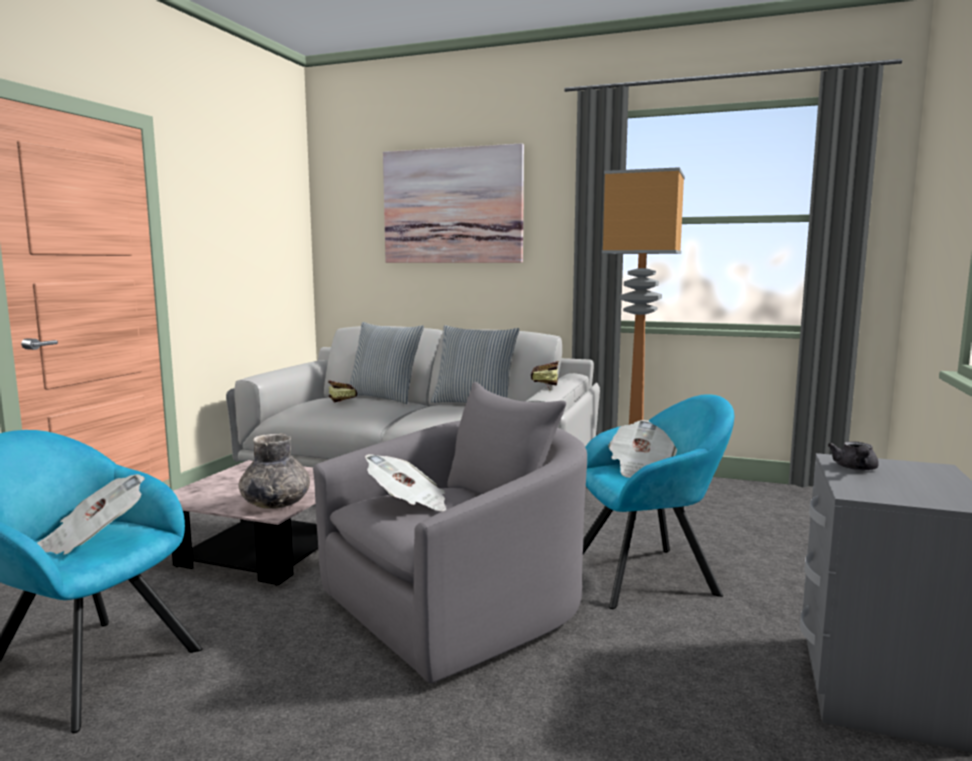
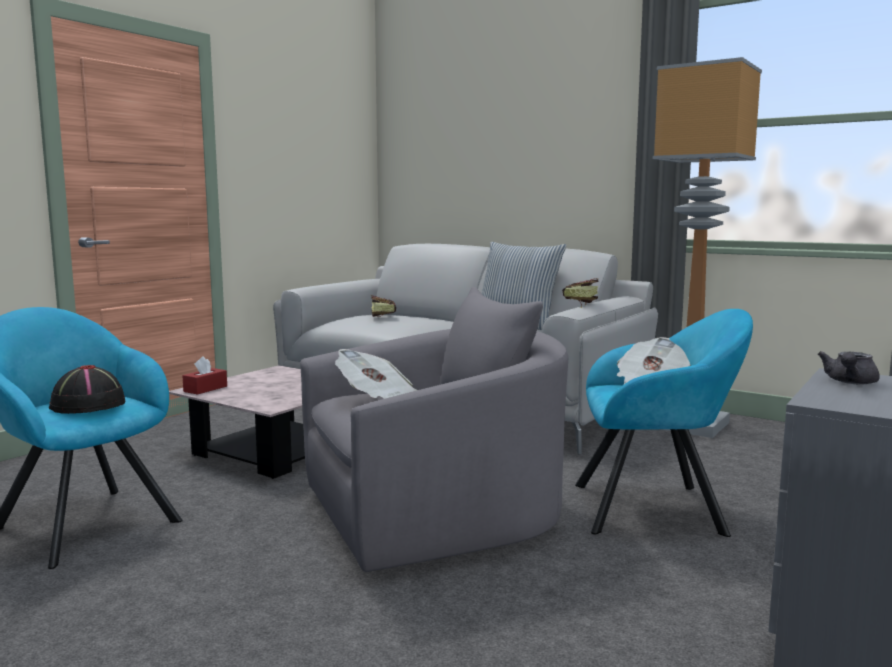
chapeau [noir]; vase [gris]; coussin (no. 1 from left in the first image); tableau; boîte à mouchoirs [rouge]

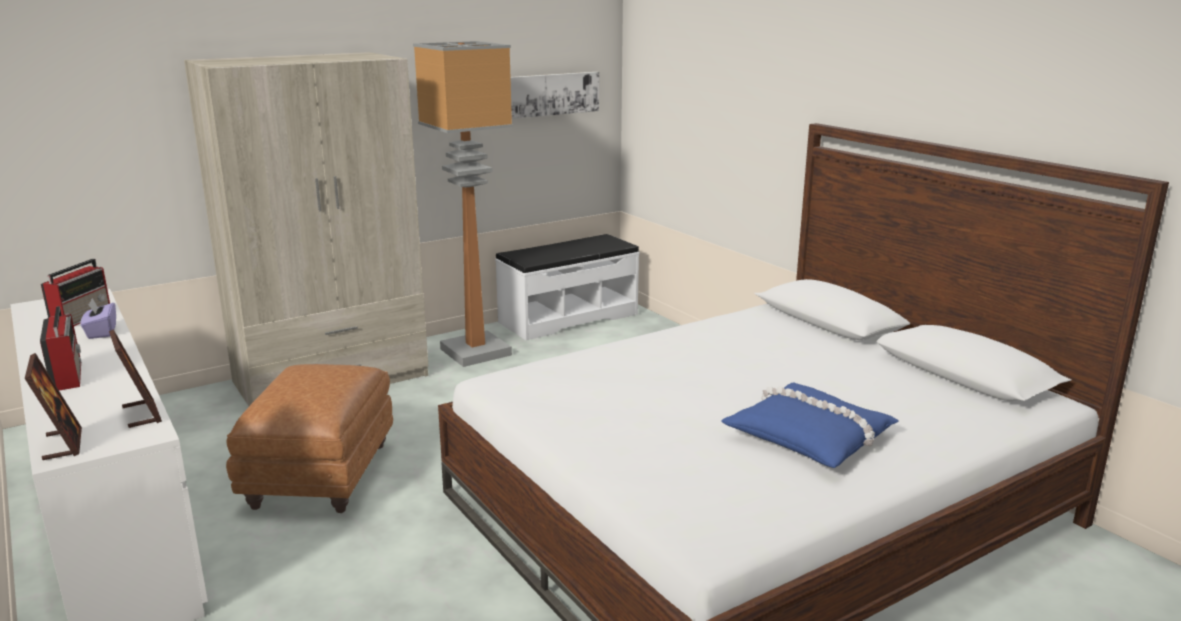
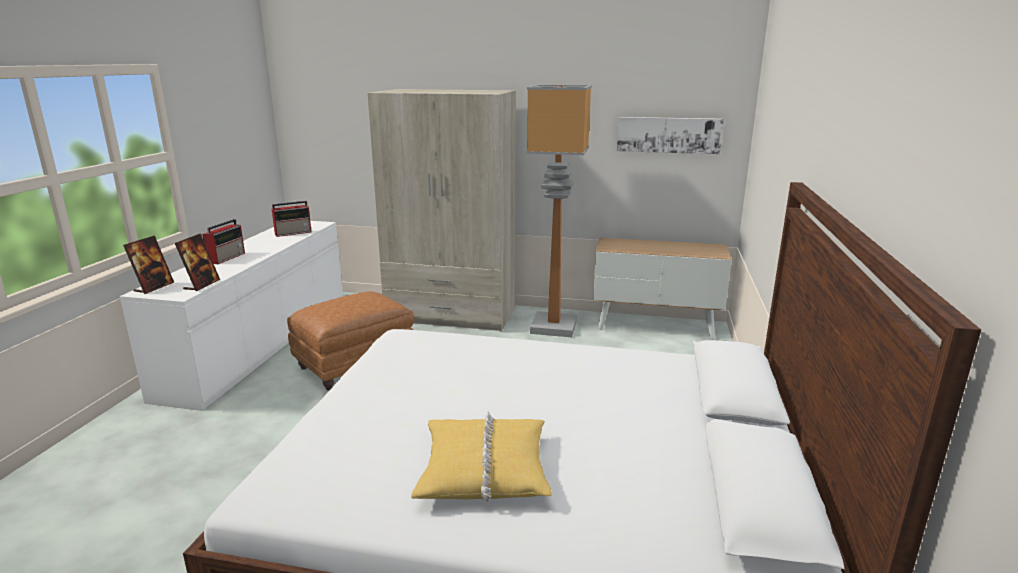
boîte à mouchoirs [violet]; meuble de rangement; coussin [jaune]

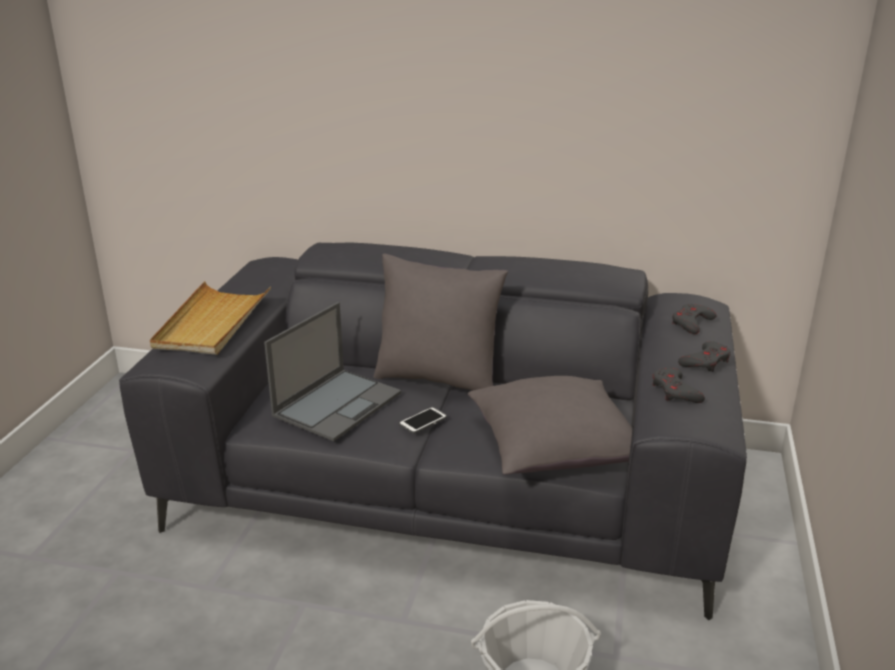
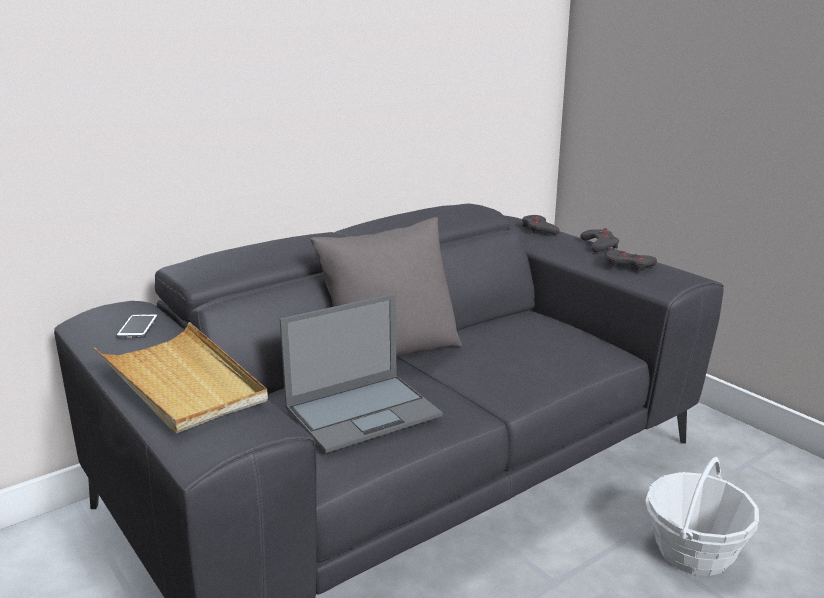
ordinateur portable; téléphone; coussin [gris] (no. 2 from left in the first image)

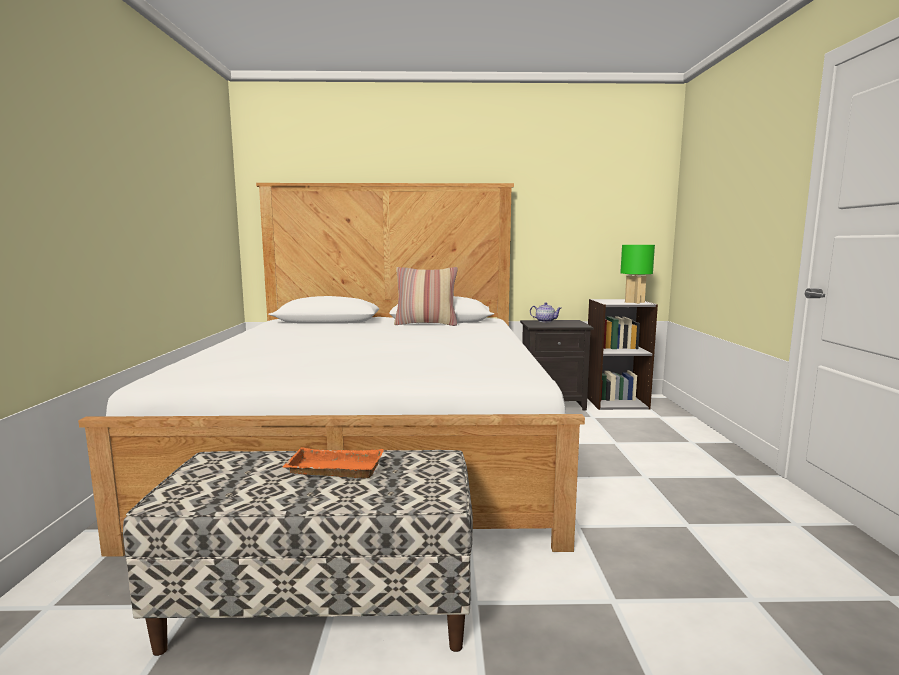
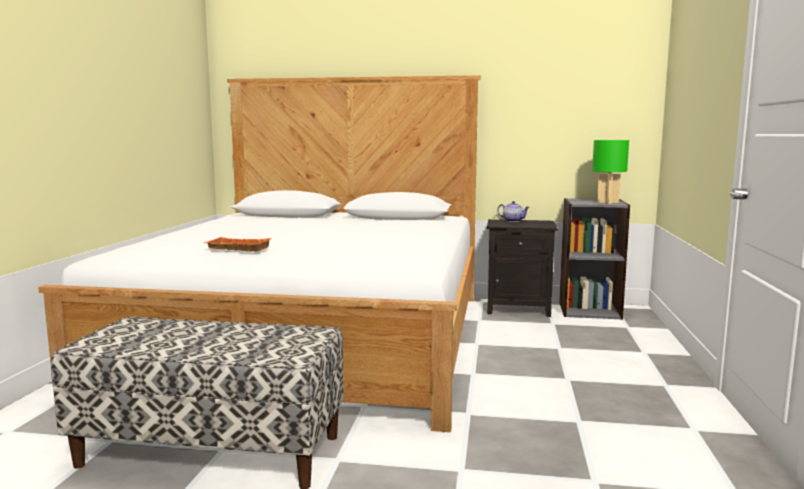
plateau [orange]; coussin

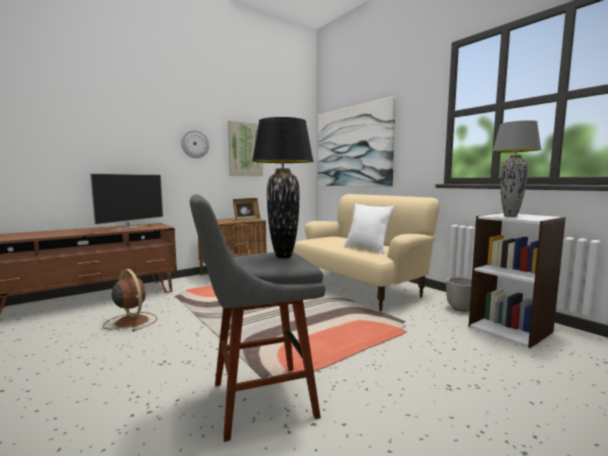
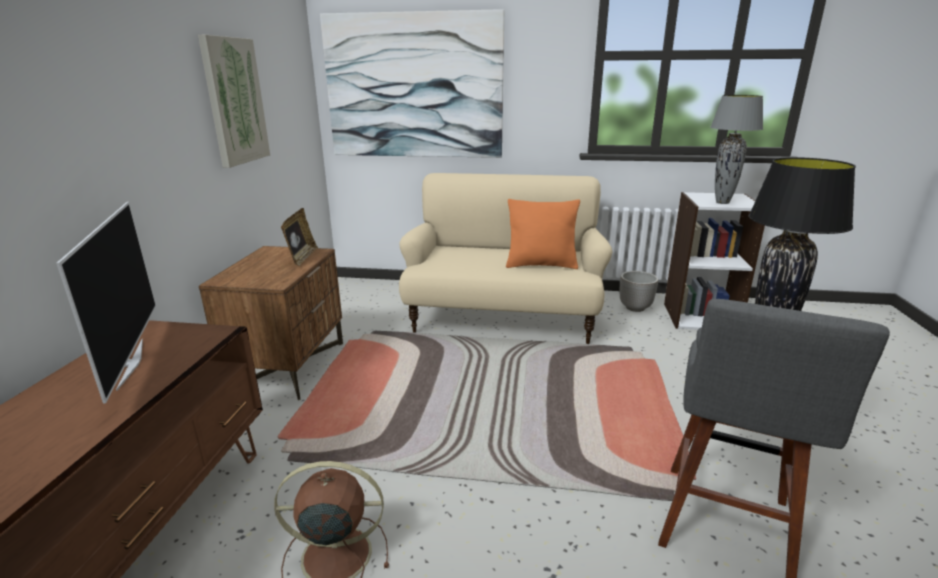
horloge murale; coussin [orange]

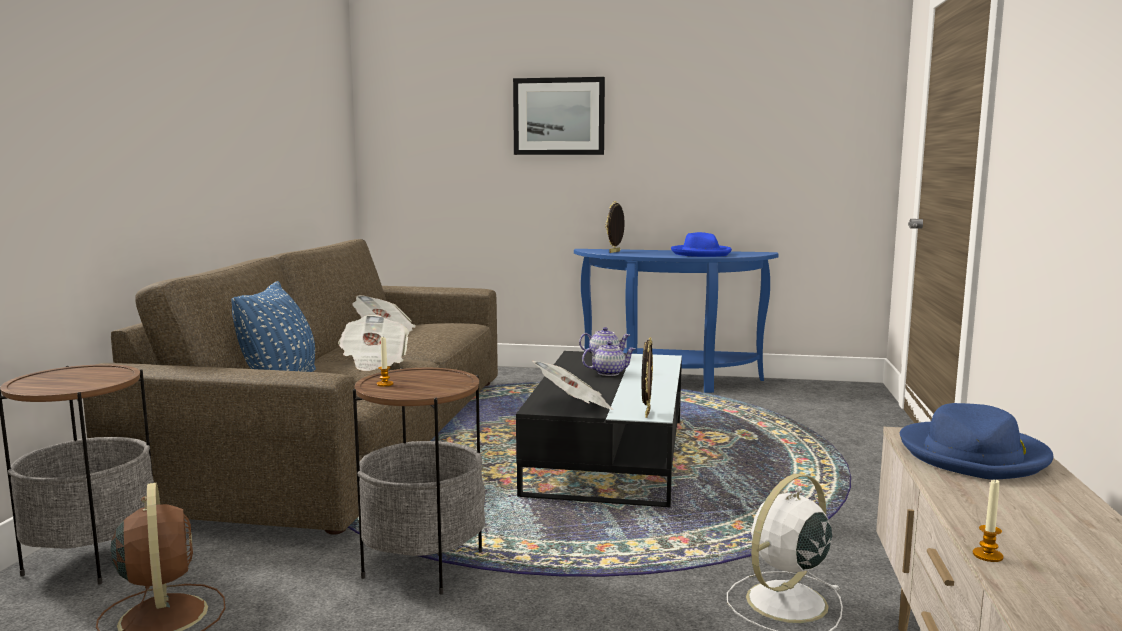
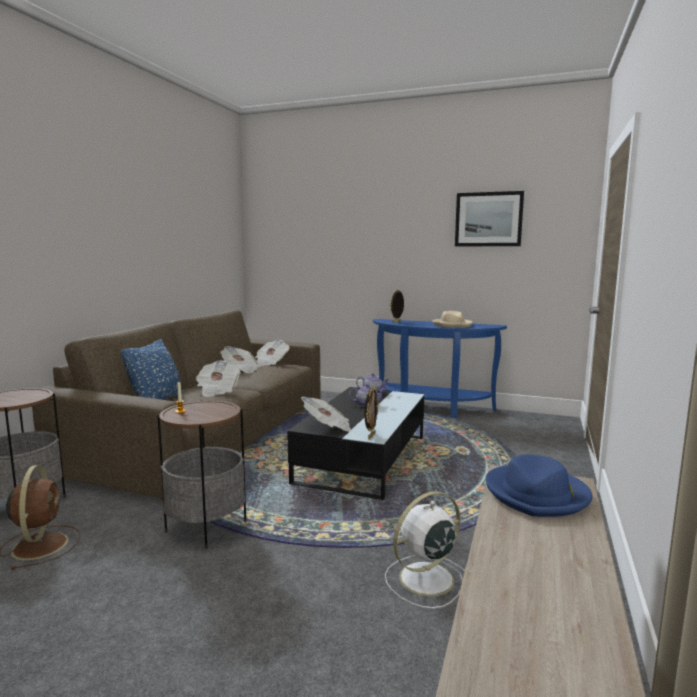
tableau; chapeau [beige]; bougie (no. 2 from left in the first image); journal (no. 3 from left)

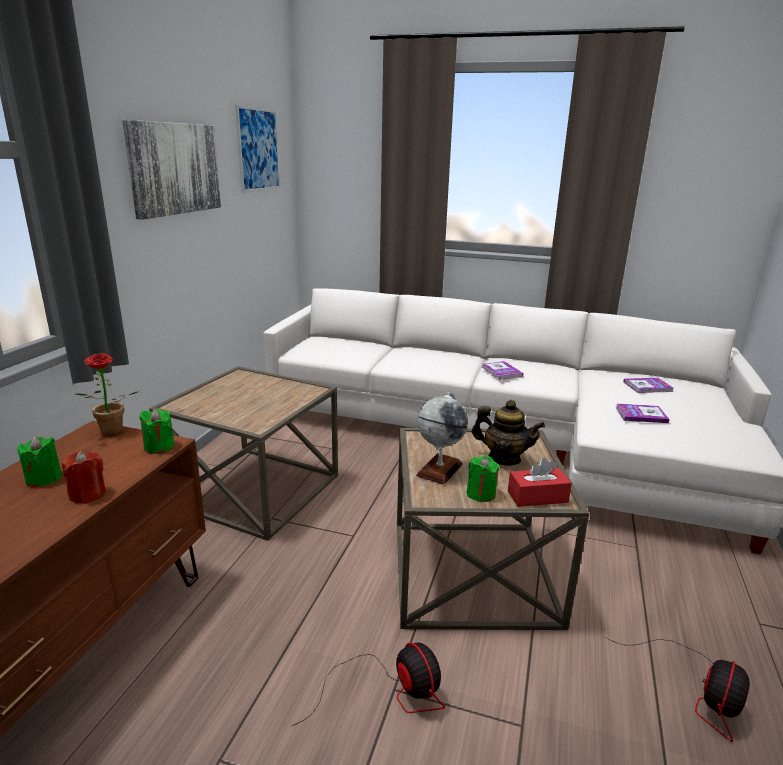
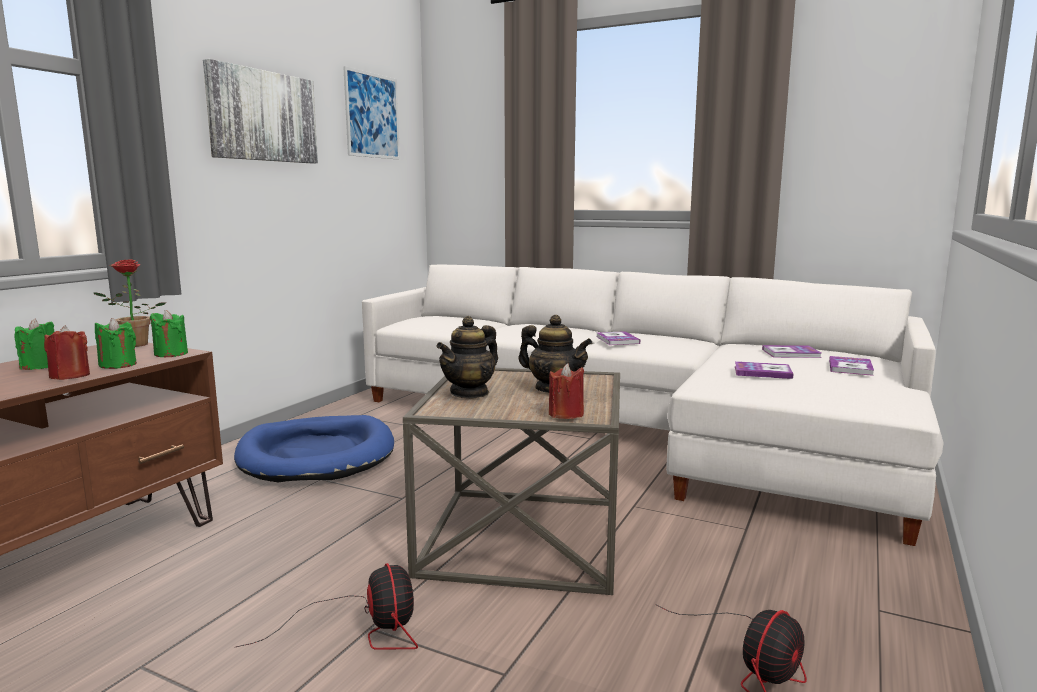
panier pour chien [bleu]; théière (no. 1 from left); bougie [vert] (no. 2 from left); bougie [rouge] (no. 2 from left); livre (no. 4 from left)

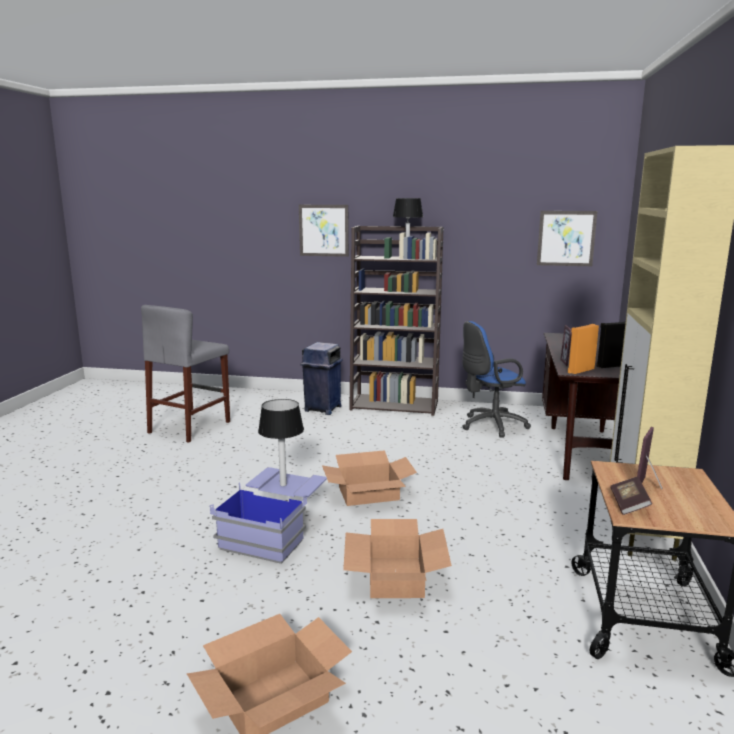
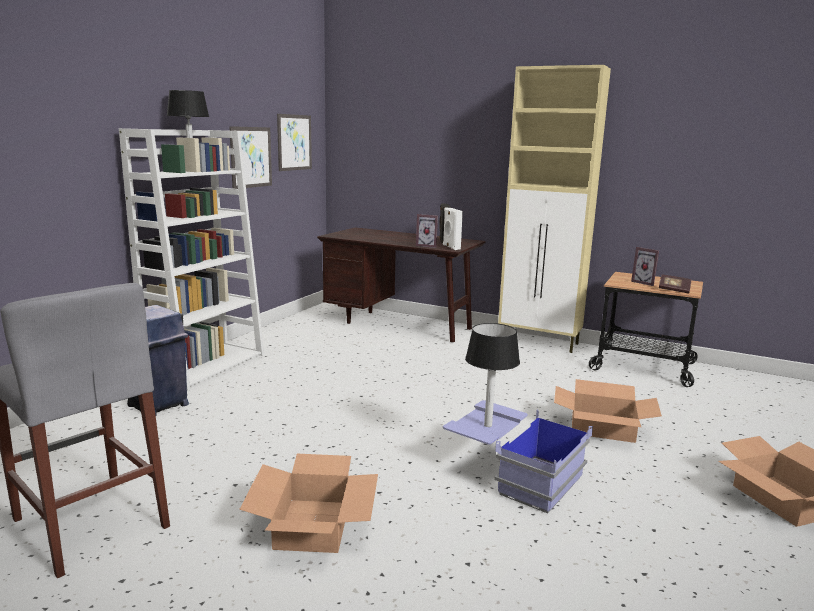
tableau (no. 1 from left); carton (no. 1 from left); bibliothèque [blanc]; chaise de bureau [bleu]; enceinte [blanc]

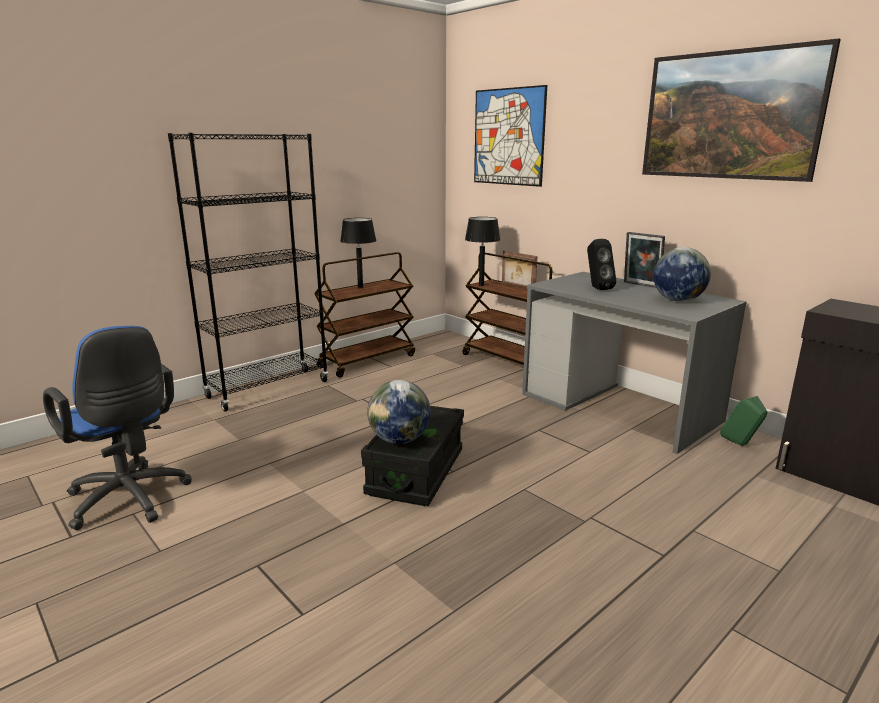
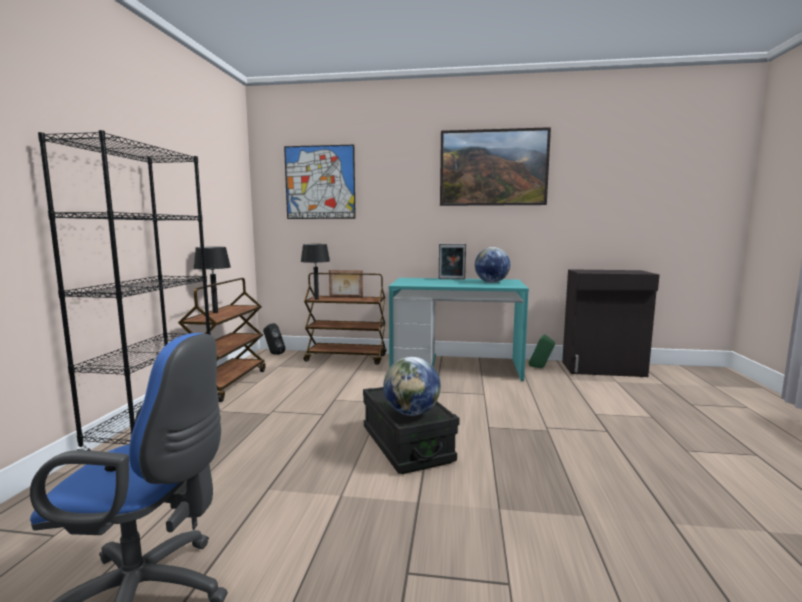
bureau [turquoise]; enceinte [noir]

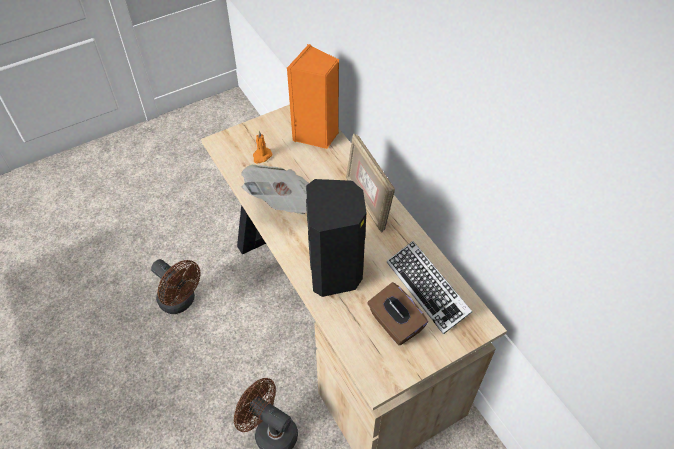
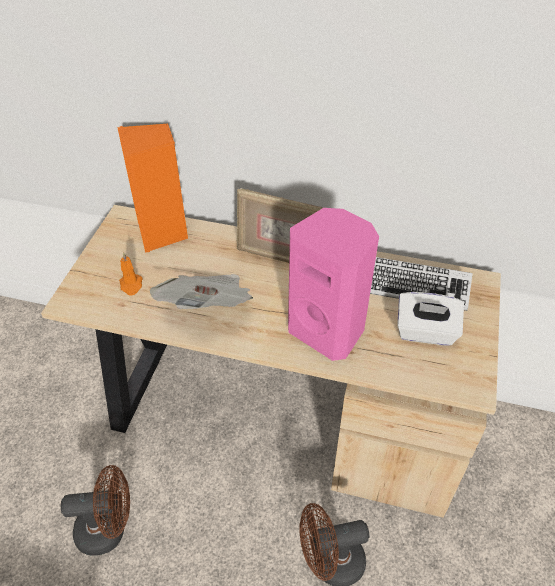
enceinte [rose]; boîte à mouchoirs [blanc]

